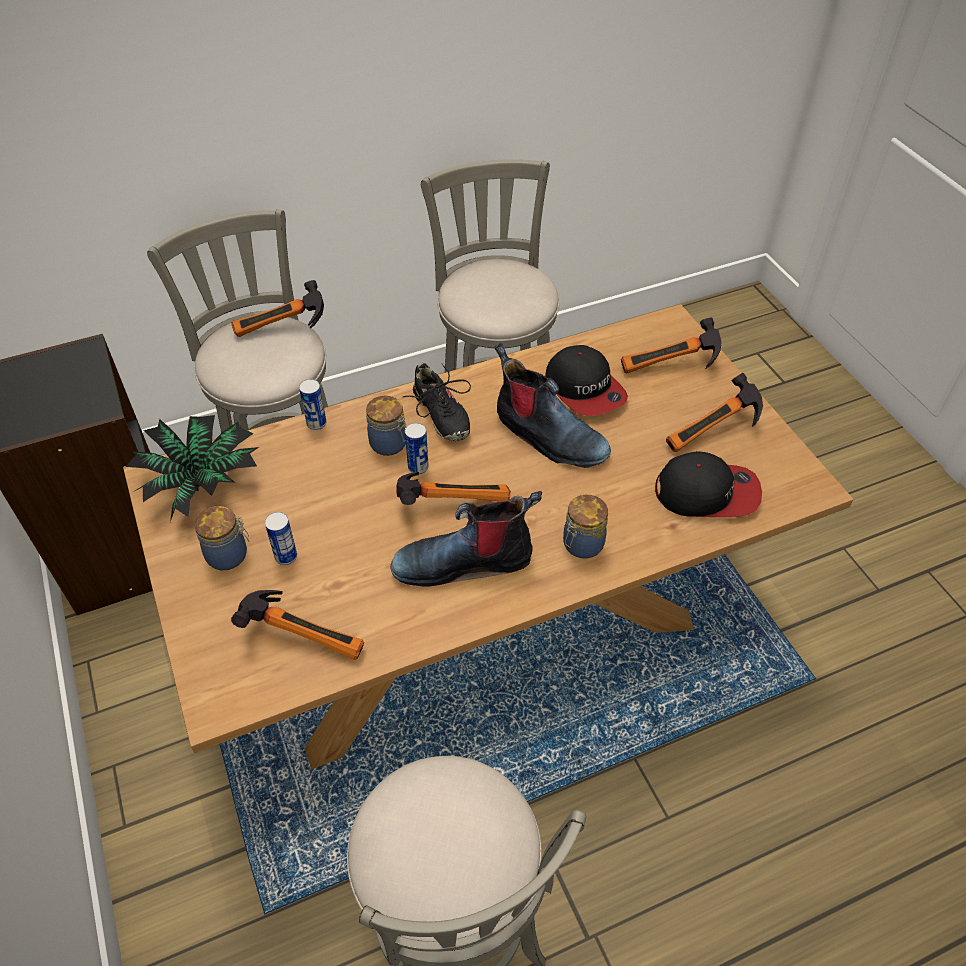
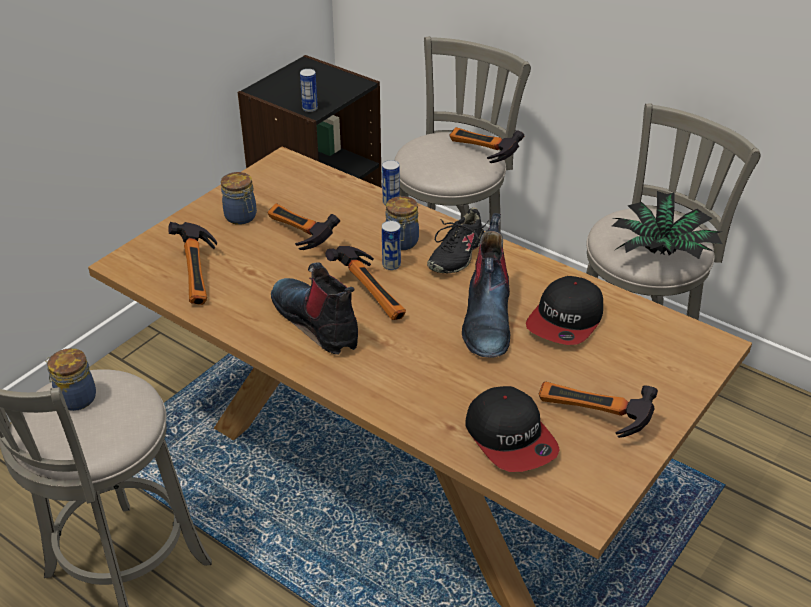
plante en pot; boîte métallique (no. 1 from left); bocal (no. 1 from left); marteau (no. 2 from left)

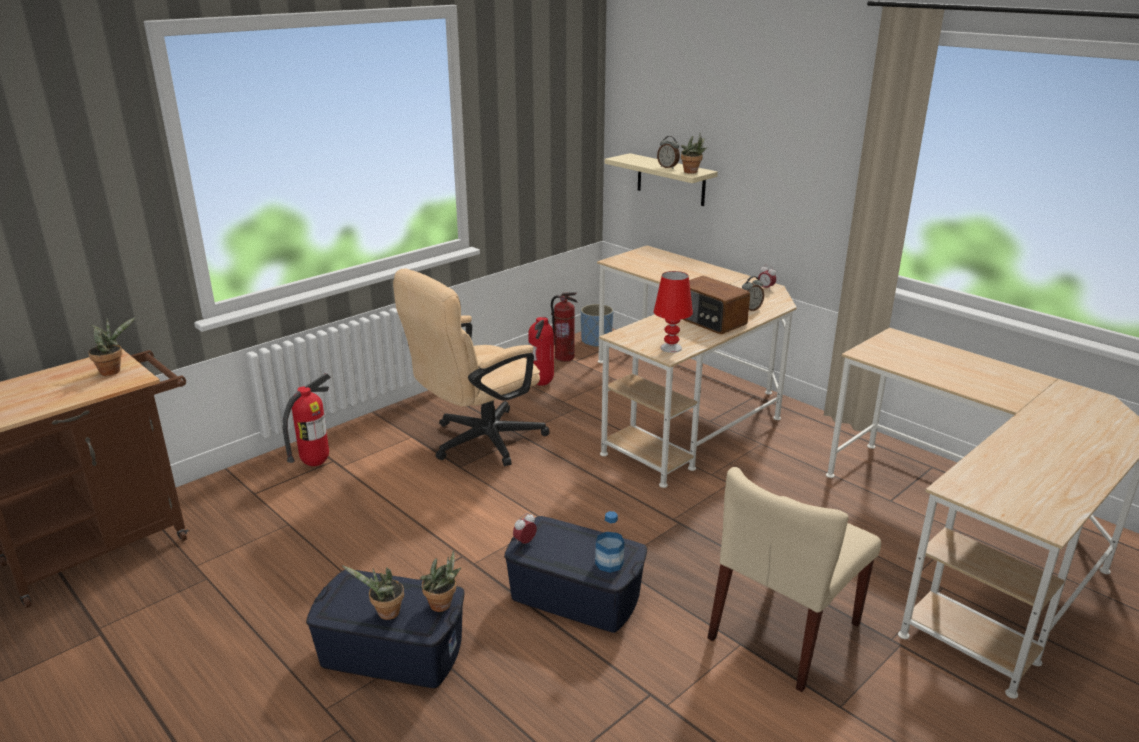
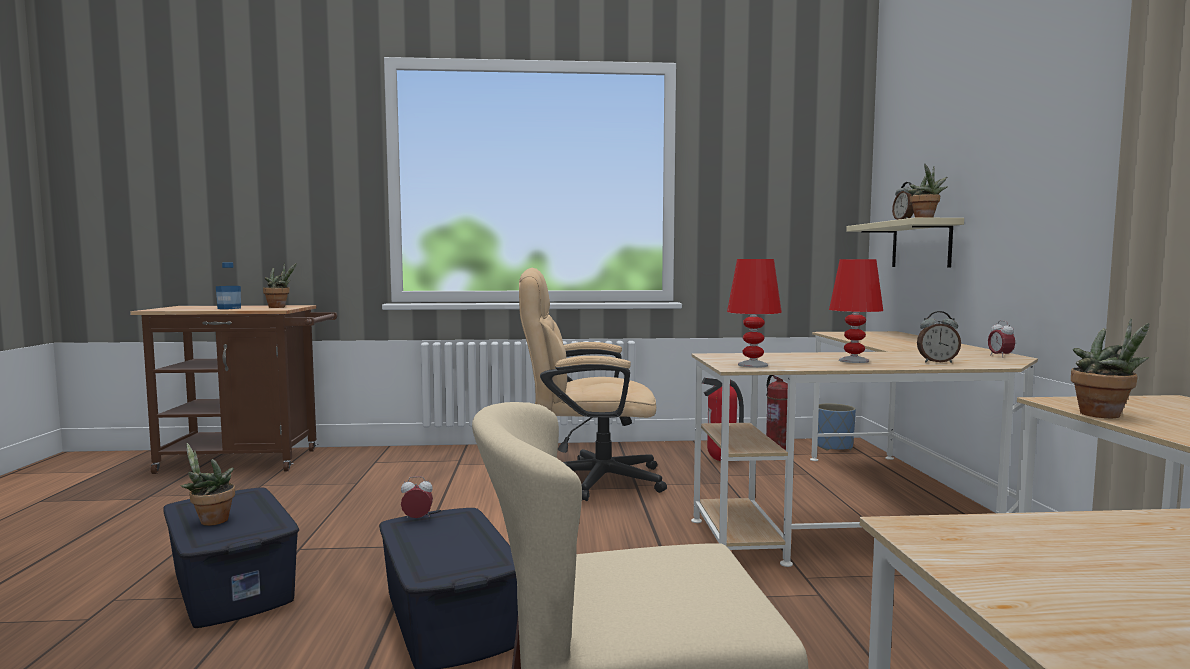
extincteur (no. 1 from left in the first image); plante en pot (no. 4 from left); bouteille; lampe de table [rouge] (no. 2 from left)

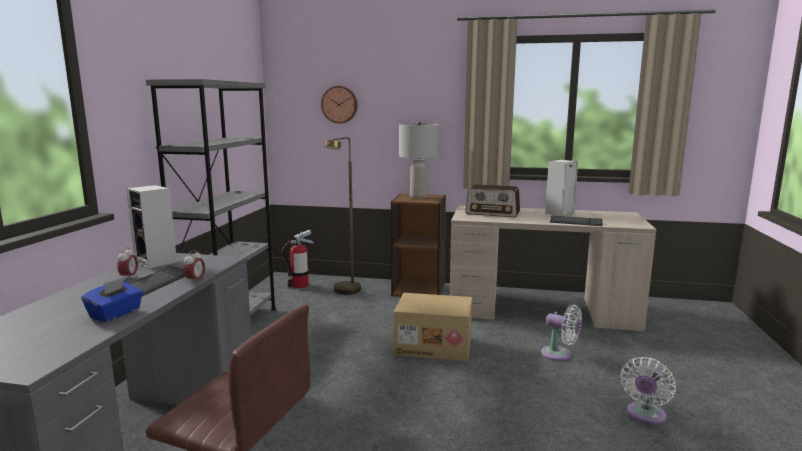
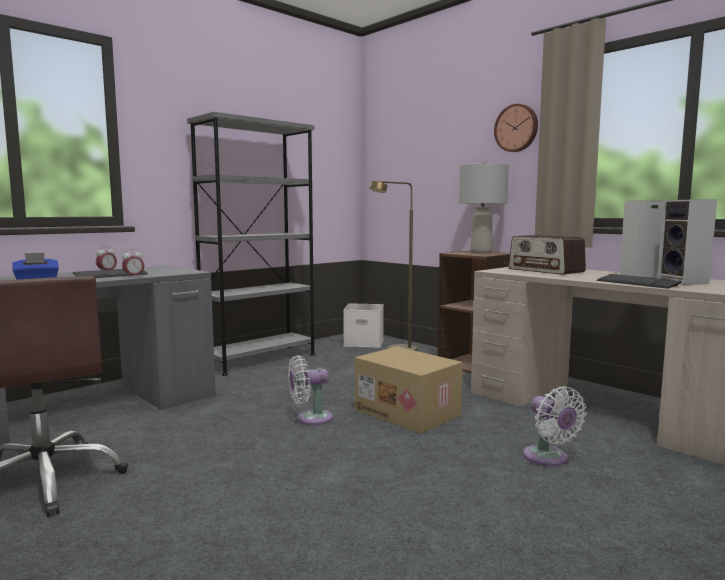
enceinte (no. 2 from left); boîte de rangement [blanc]; horloge murale; ventilateur [blanc] (no. 1 from left)

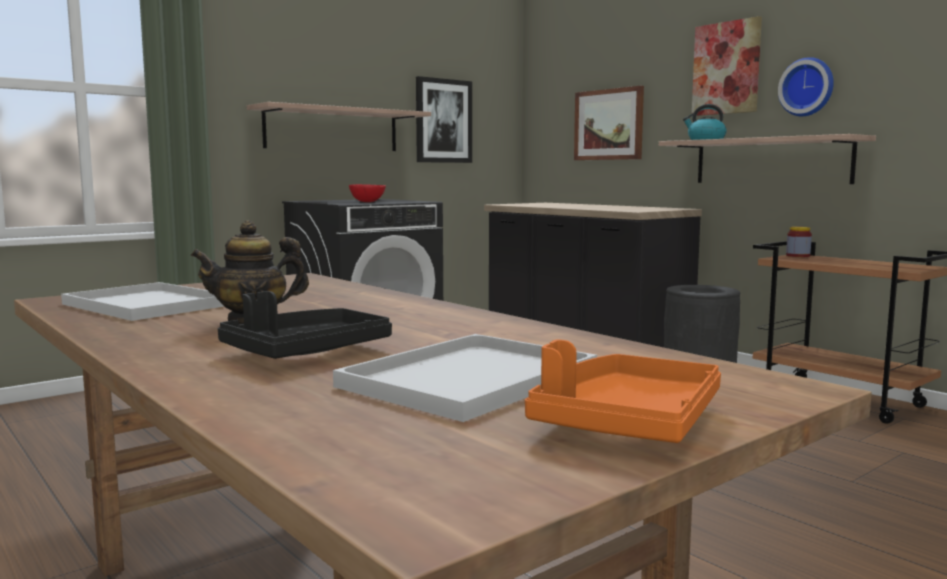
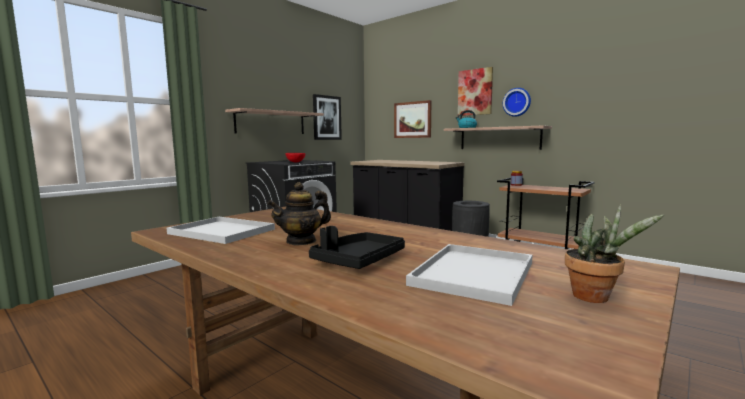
plante en pot

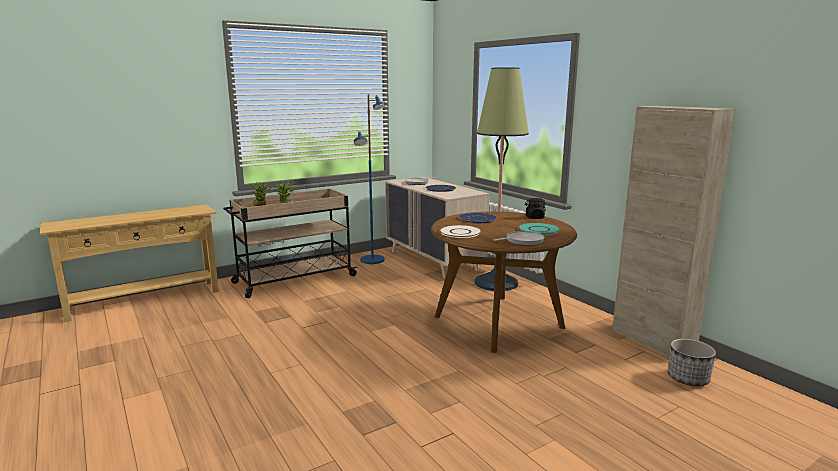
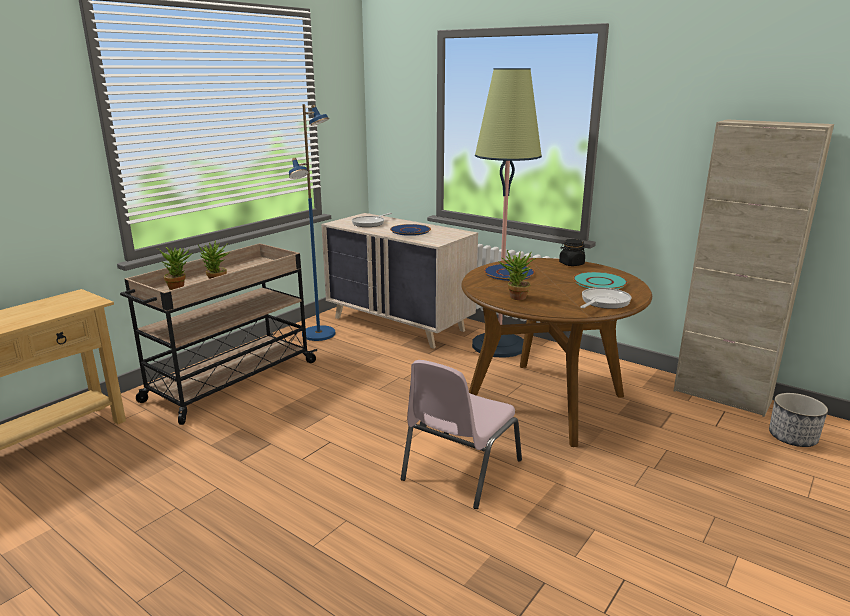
plante en pot (no. 3 from left); chaise [rose]

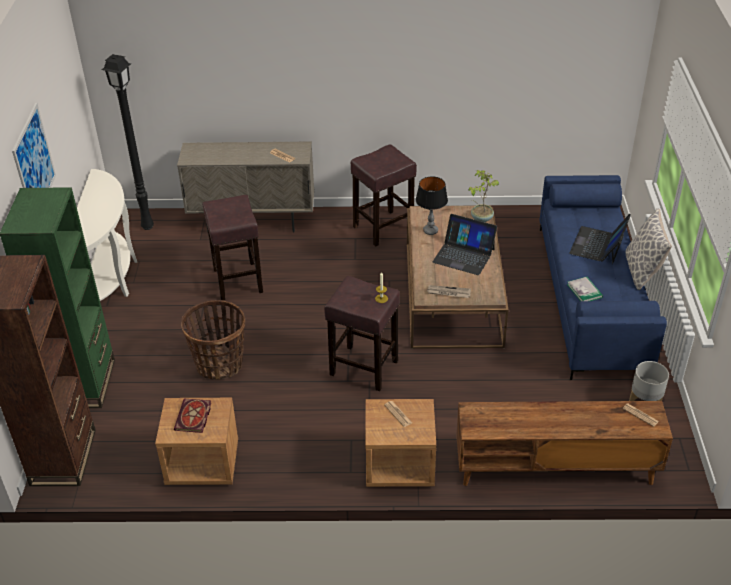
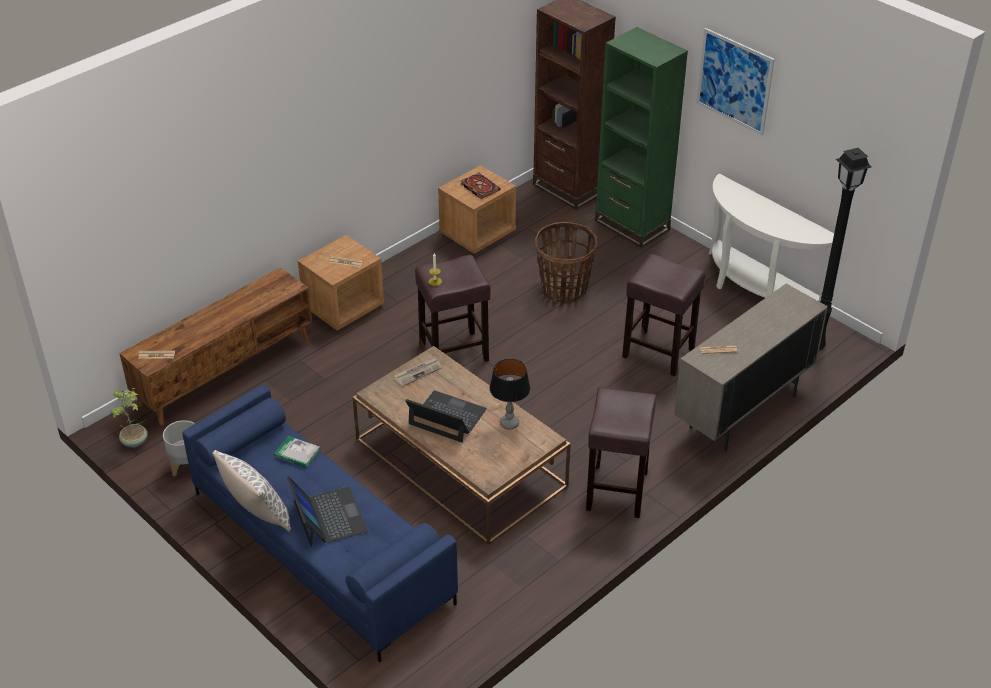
ordinateur portable (no. 2 from left); plante en pot

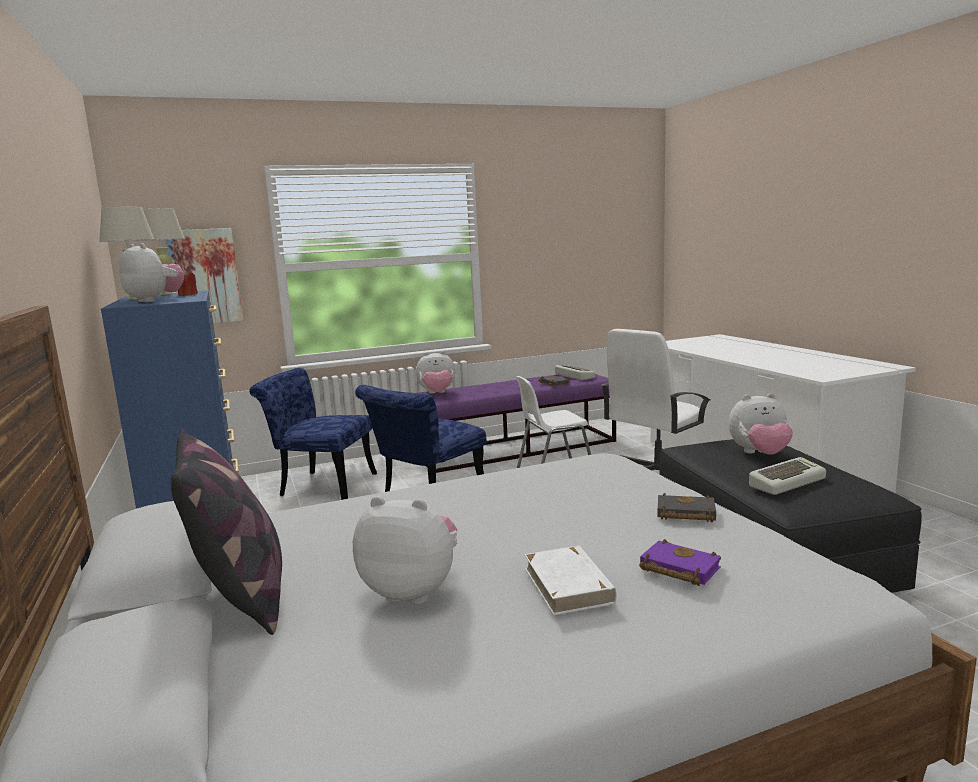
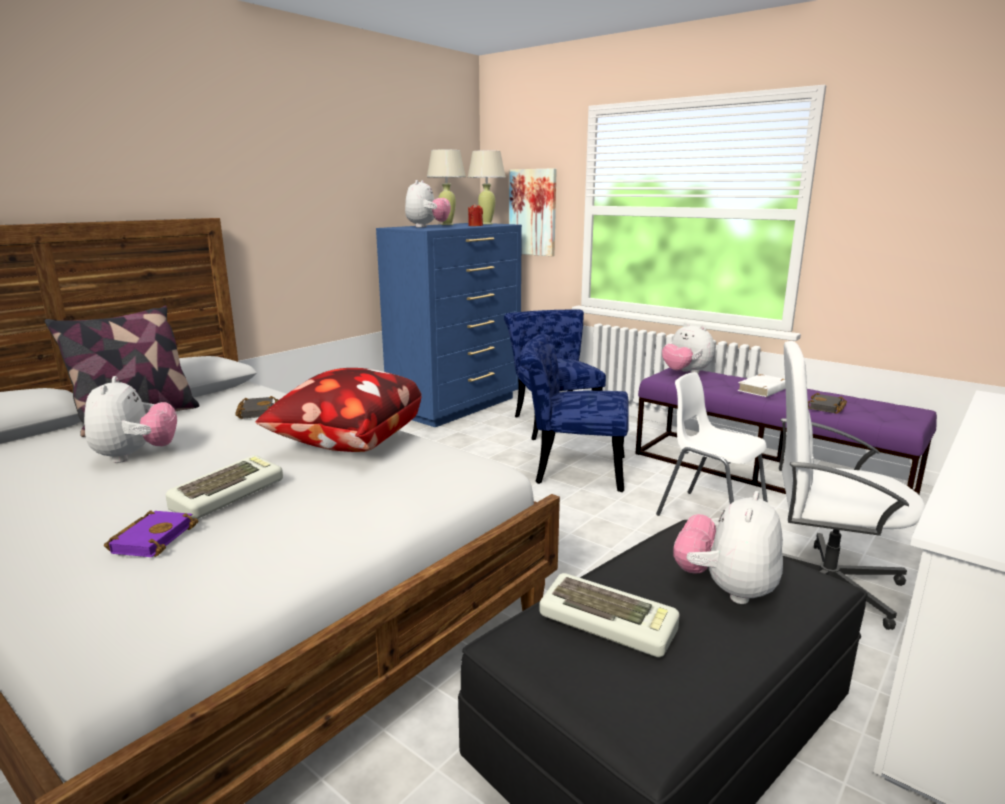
livre [blanc]; clavier (no. 1 from left); livre [noir] (no. 1 from left); peluche (no. 4 from left); coussin (no. 2 from left)

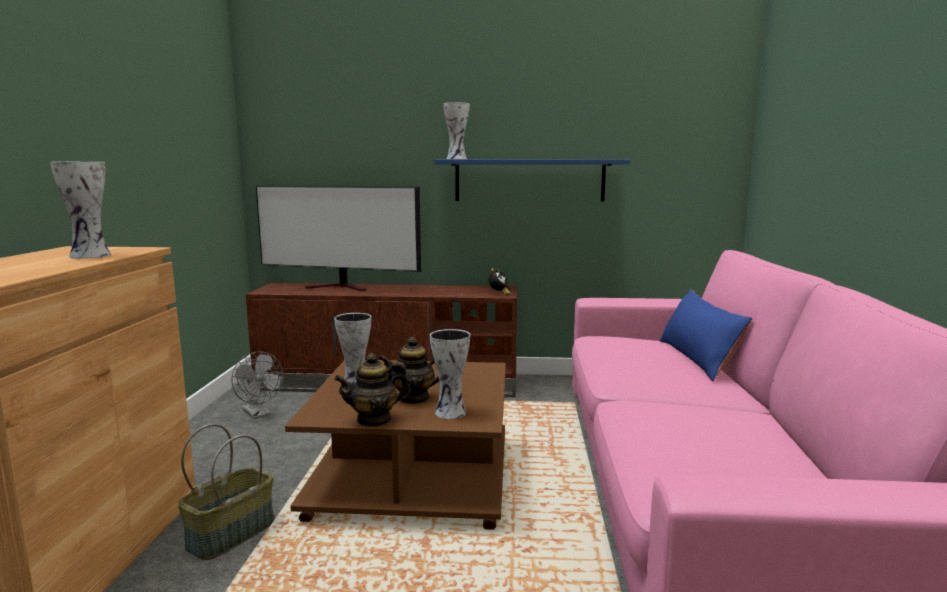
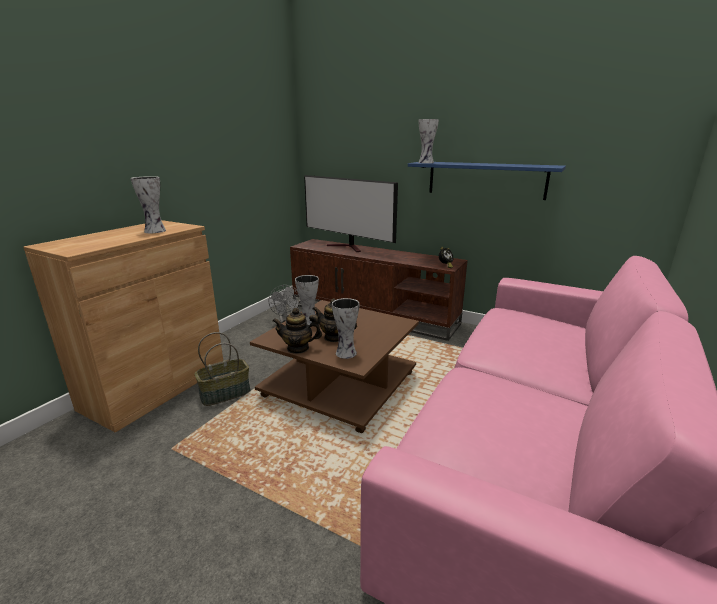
coussin [bleu]

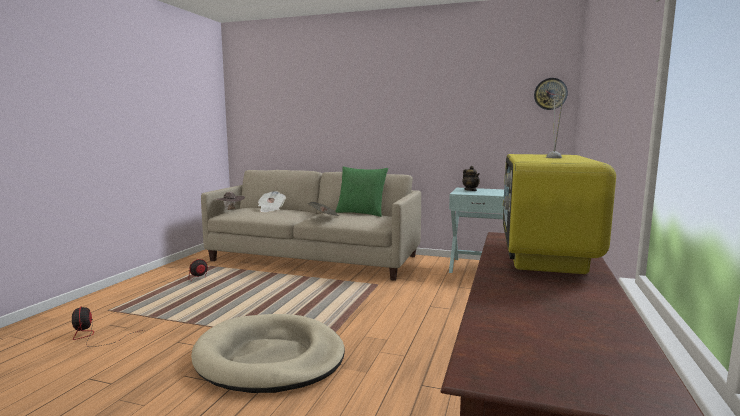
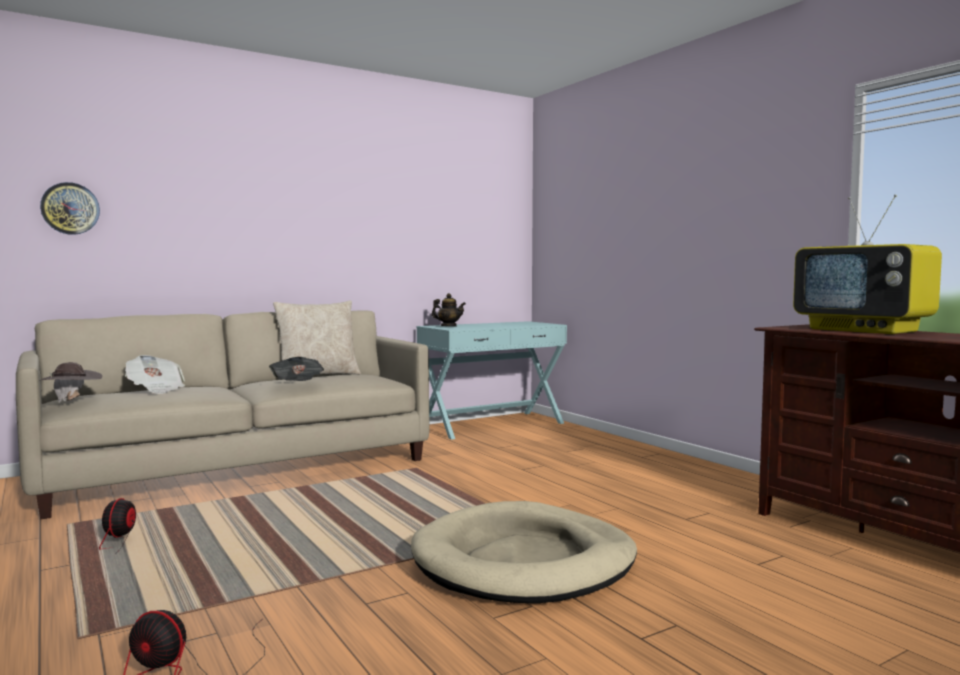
coussin [beige]; horloge murale

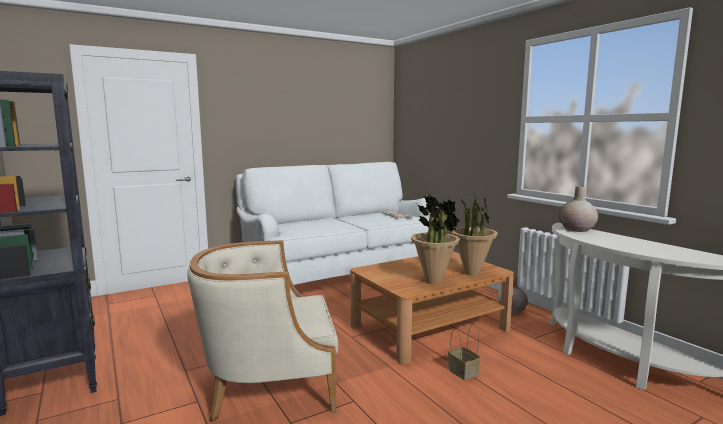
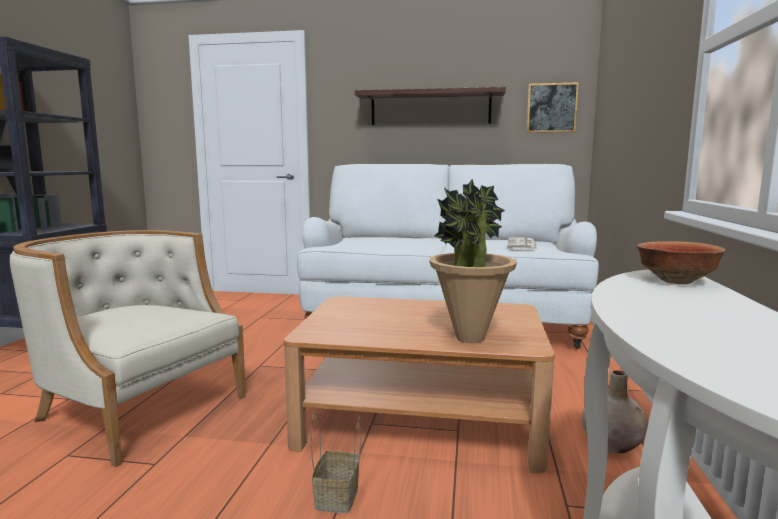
plante en pot (no. 1 from left in the first image); bol; étagère; tableau

